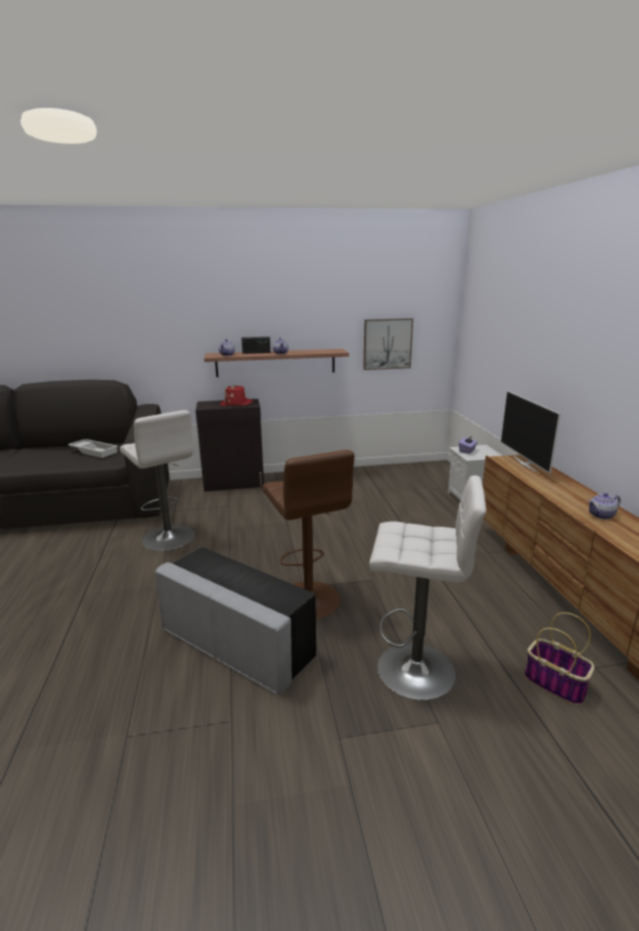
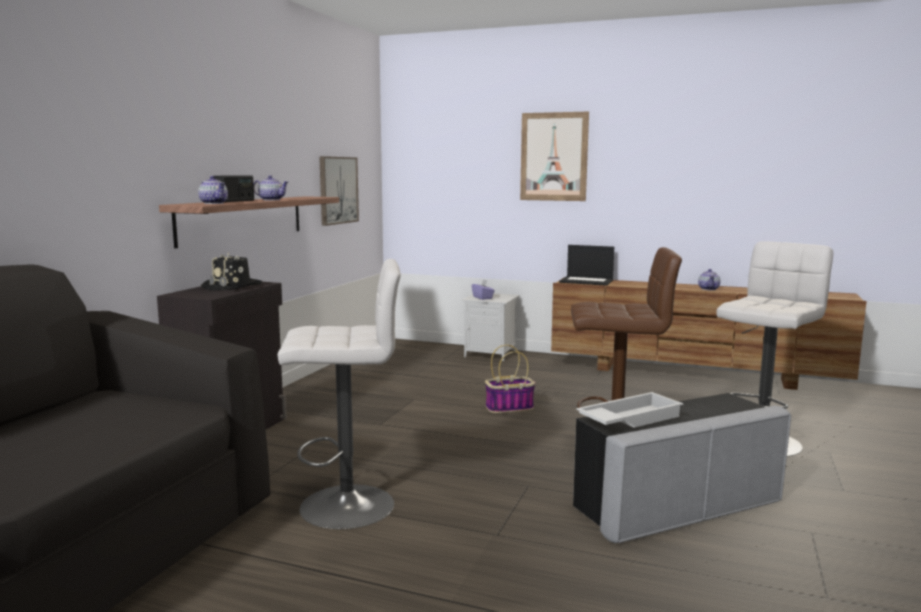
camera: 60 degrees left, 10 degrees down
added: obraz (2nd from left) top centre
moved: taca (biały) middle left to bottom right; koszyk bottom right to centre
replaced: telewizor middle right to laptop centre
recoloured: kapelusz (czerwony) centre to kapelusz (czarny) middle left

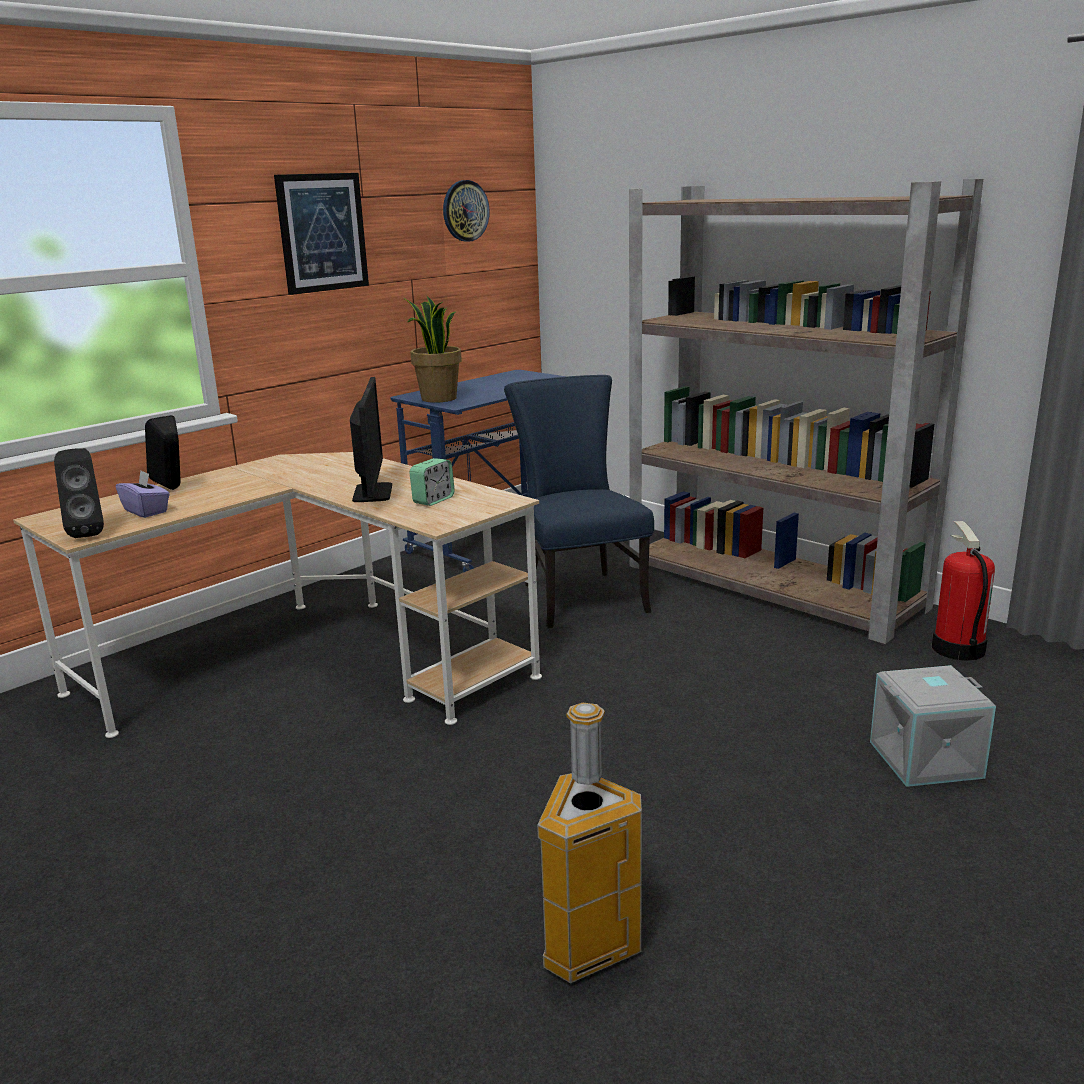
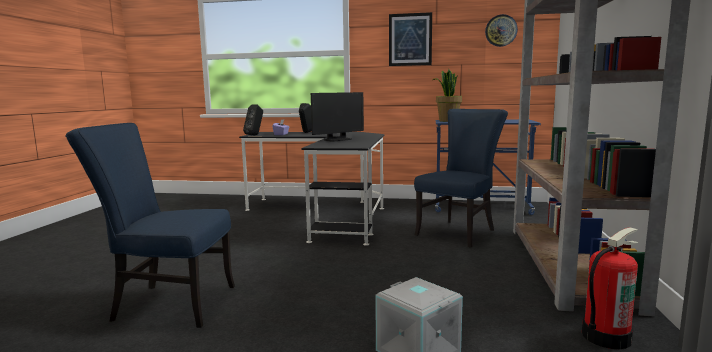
camera: 55 degrees right, 10 degrees down
removed: budzik centre
replaced: kosz na śmieci bottom centre to krzesło (niebieski) (1st from left) middle left
recoloured: biurko (beżowy) middle left to biurko (czarny) centre

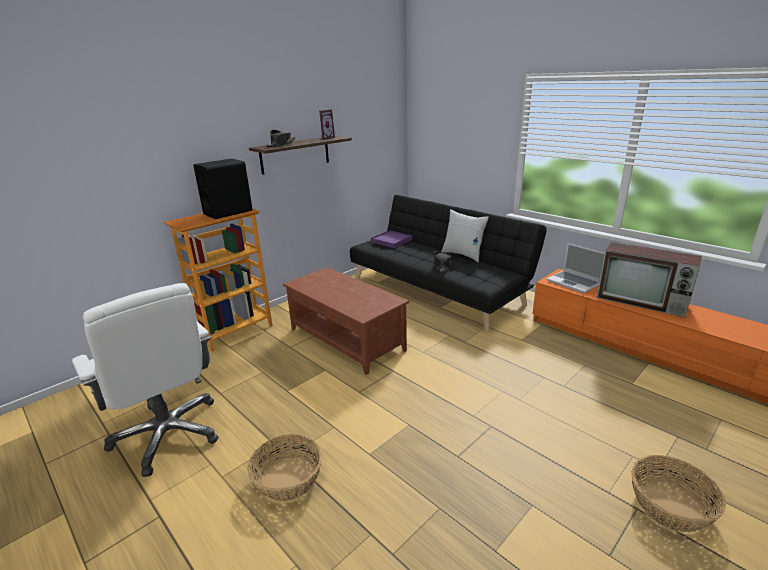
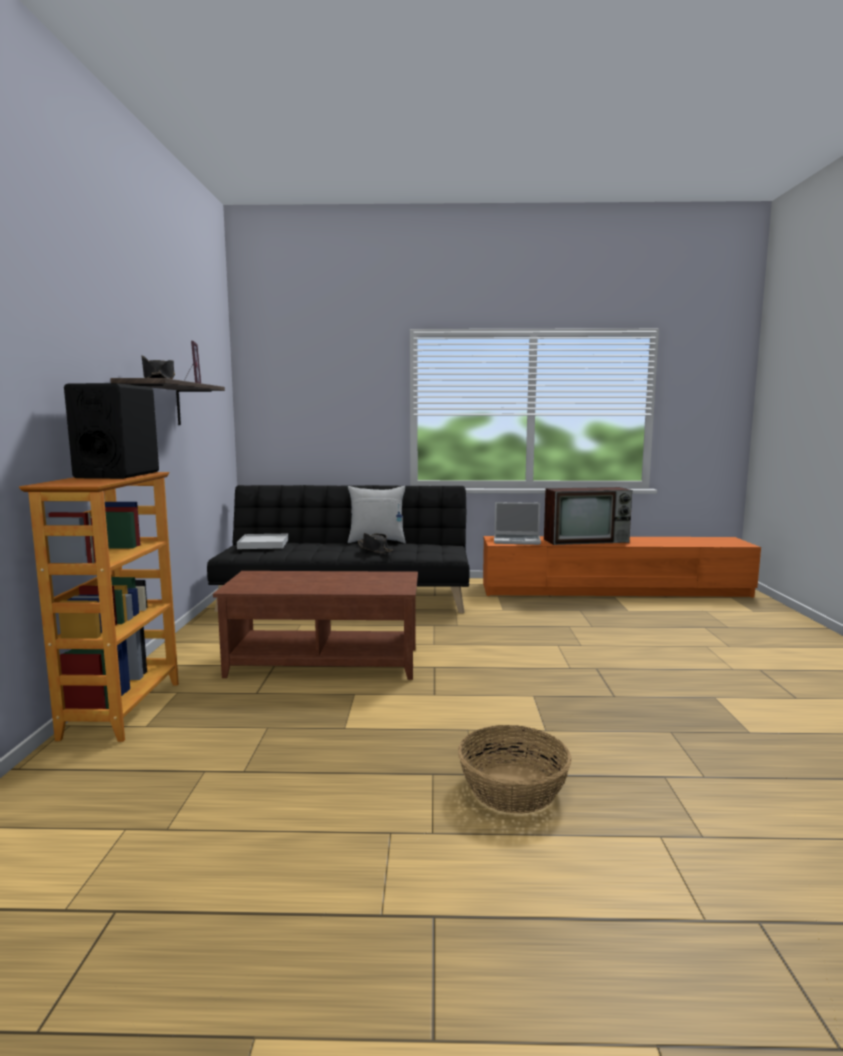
camera: 45 degrees left, 15 degrees down
removed: krzesło biurowe (biały) bottom left; koszyk (2nd from left) bottom right
recoloured: taca (fioletowy) centre to taca (biały) middle left

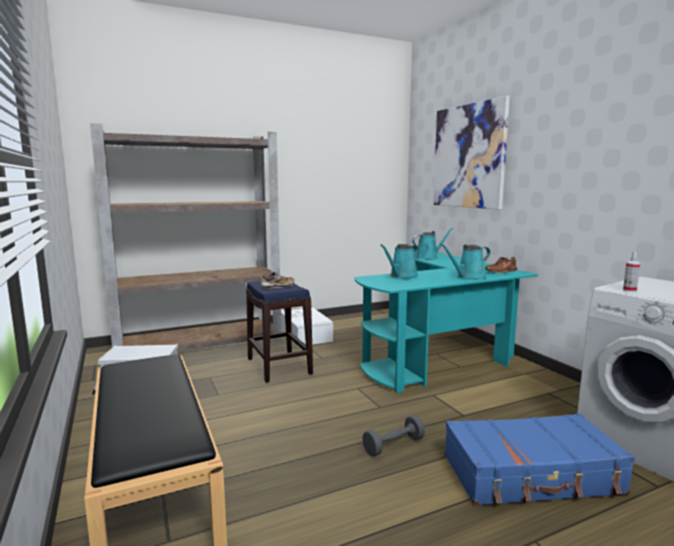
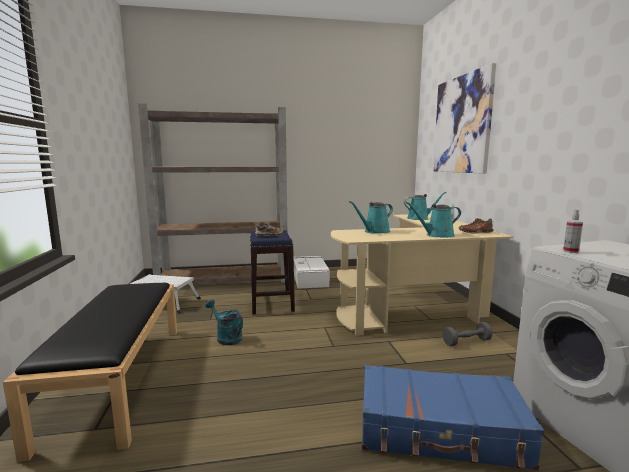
camera: 15 degrees right, 0 degrees up
added: konewka (turkusowy) (1st from left) bottom centre
moved: hantel (szary) bottom centre to bottom right
recoloured: biurko (turkusowy) centre to biurko (beżowy) middle right

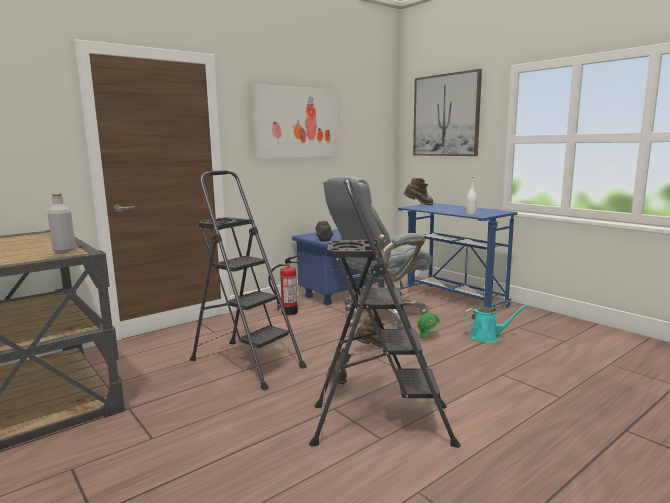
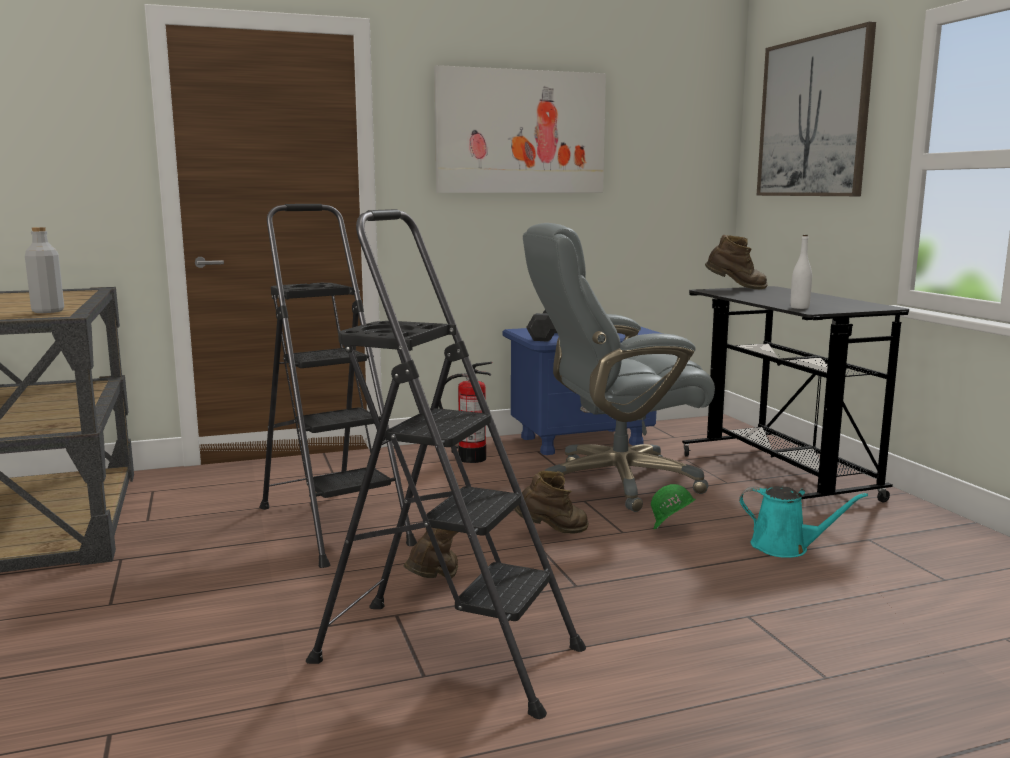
camera: 20 degrees right, 0 degrees up
recoloured: biurko (niebieski) middle right to biurko (czarny) middle right

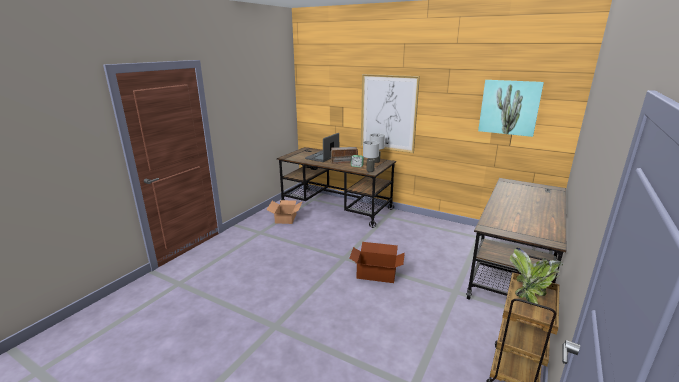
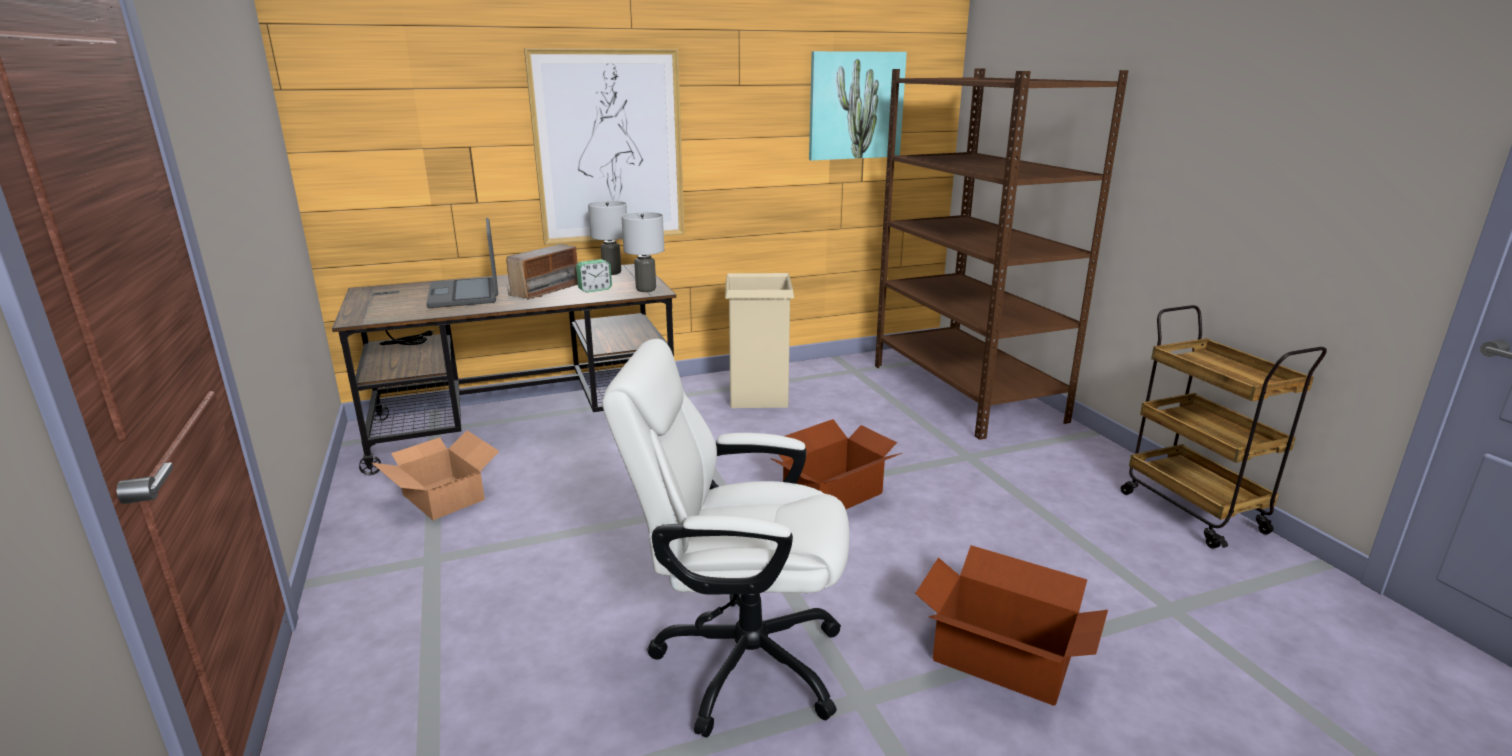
camera: 50 degrees left, 0 degrees up
removed: roślina doniczkowa bottom right
added: krzesło biurowe (biały) bottom centre; kosz na śmieci (beżowy) centre; karton (3rd from left) bottom right
replaced: biurko (brązowy) (2nd from left) middle right to regał (brązowy) centre

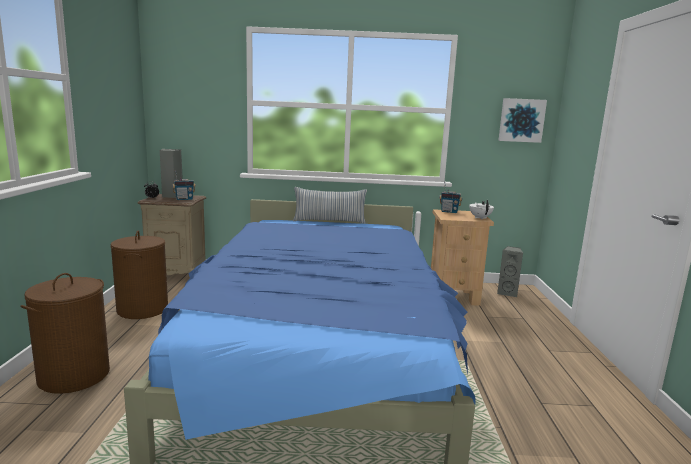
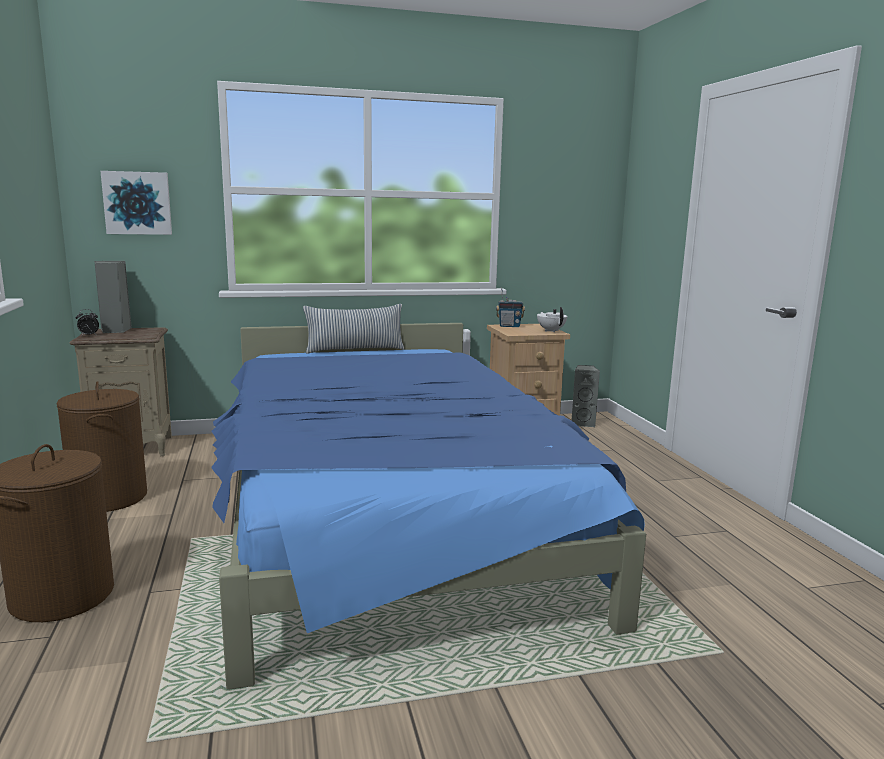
camera: 15 degrees left, 0 degrees up
removed: radio (1st from left) middle left
moved: obraz top right to top left

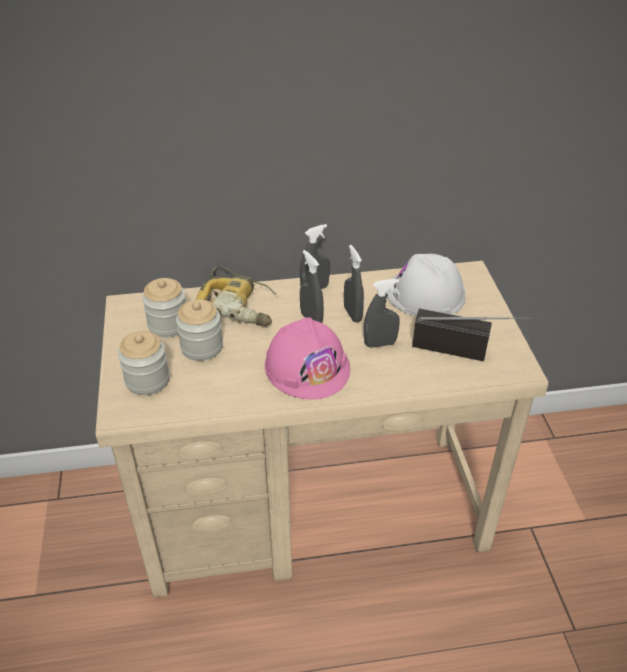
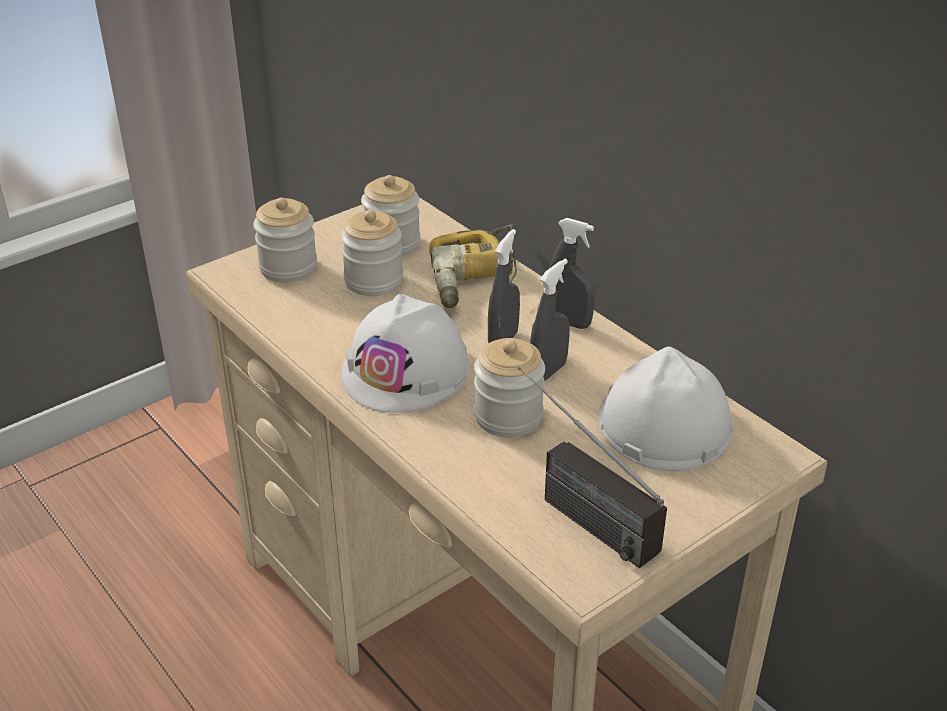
camera: 60 degrees right, 5 degrees down
replaced: spryskiwacz (szary) (4th from left) centre to słoik (4th from left) centre
recoloured: kask (różowy) centre to kask (biały) (1st from left) centre
turned: radio middle right = centre 150 degrees clockwise

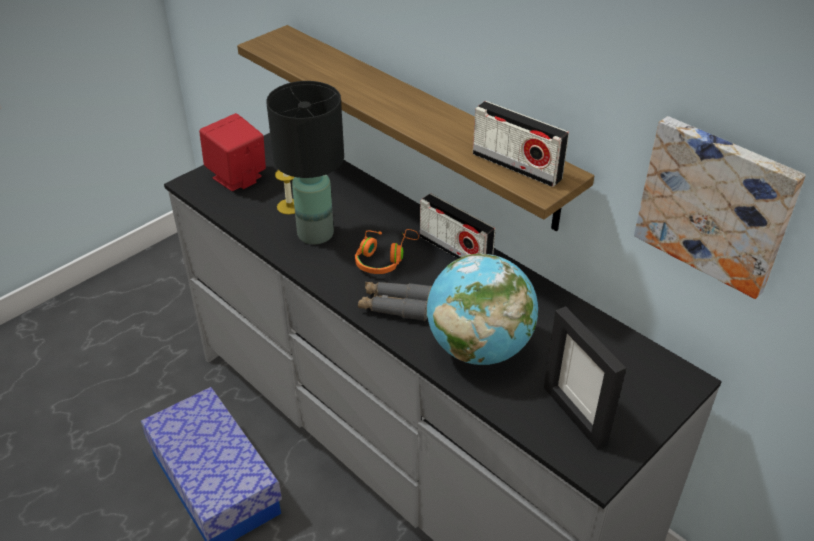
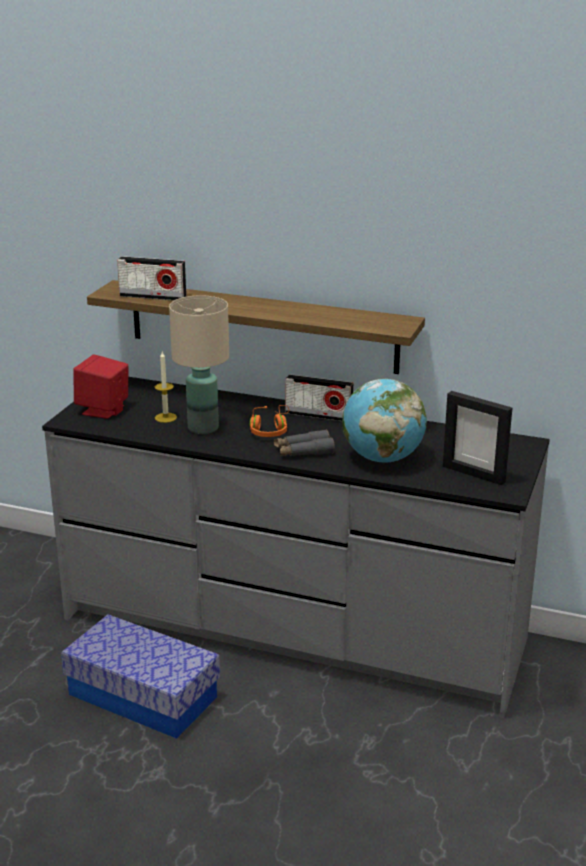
camera: 25 degrees left, 15 degrees down
removed: obraz middle right
moved: radio (2nd from left in the first image) top centre to radio (1st from left) top left
recoloured: lampa stołowa (czarny) top centre to lampa stołowa (beżowy) centre

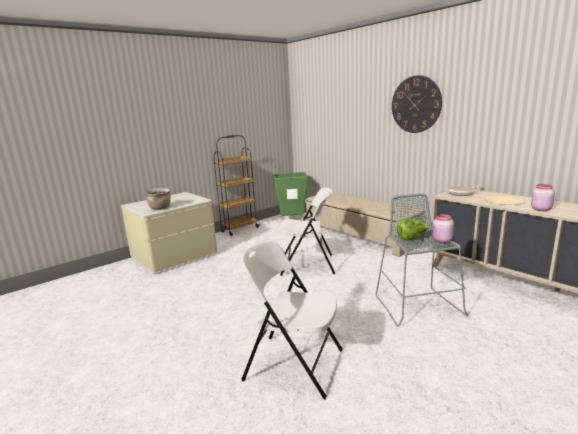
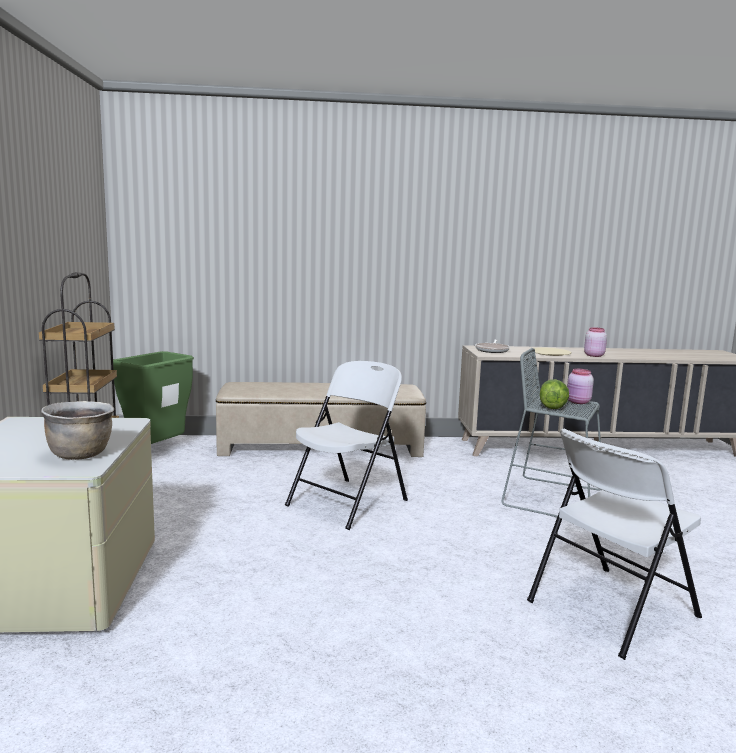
camera: 55 degrees left, 5 degrees down
removed: zegar ścienny top right

